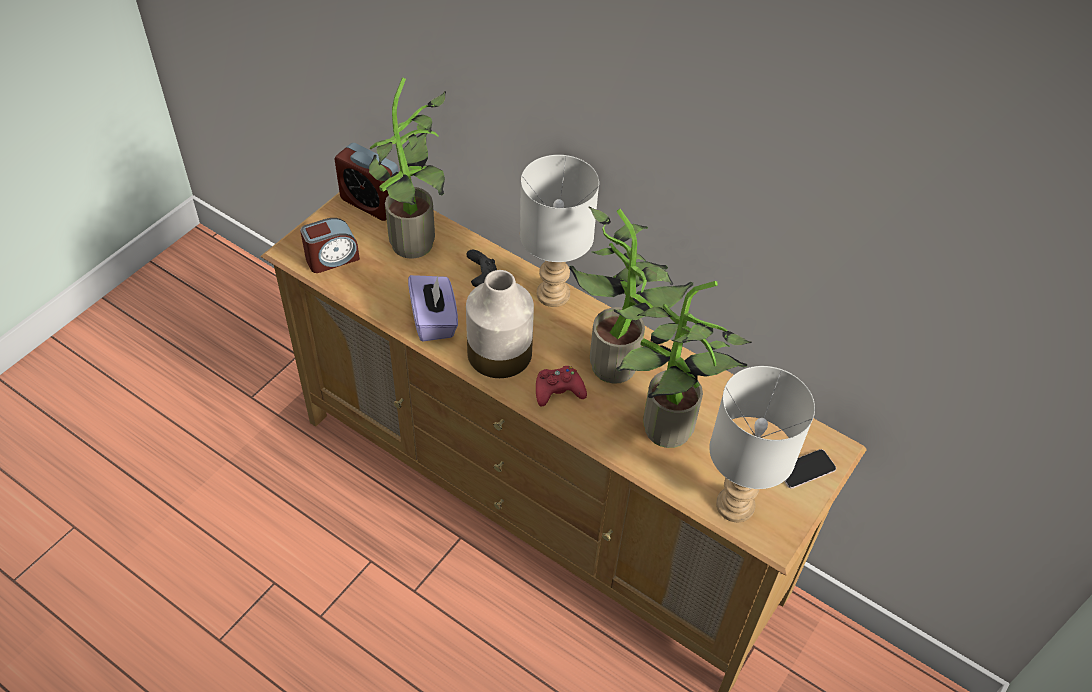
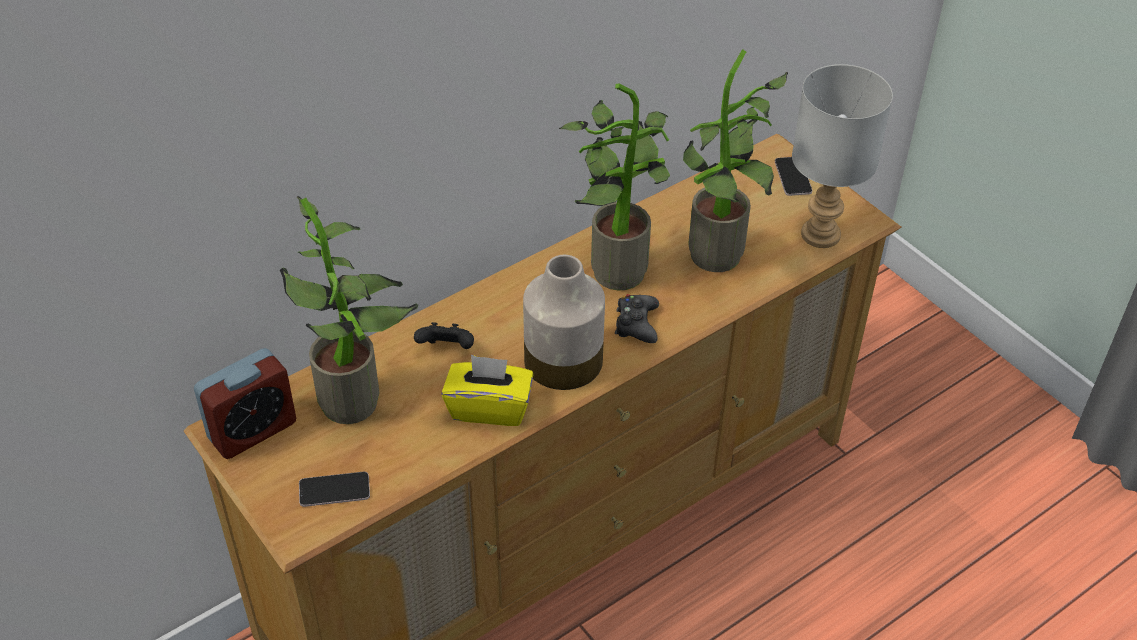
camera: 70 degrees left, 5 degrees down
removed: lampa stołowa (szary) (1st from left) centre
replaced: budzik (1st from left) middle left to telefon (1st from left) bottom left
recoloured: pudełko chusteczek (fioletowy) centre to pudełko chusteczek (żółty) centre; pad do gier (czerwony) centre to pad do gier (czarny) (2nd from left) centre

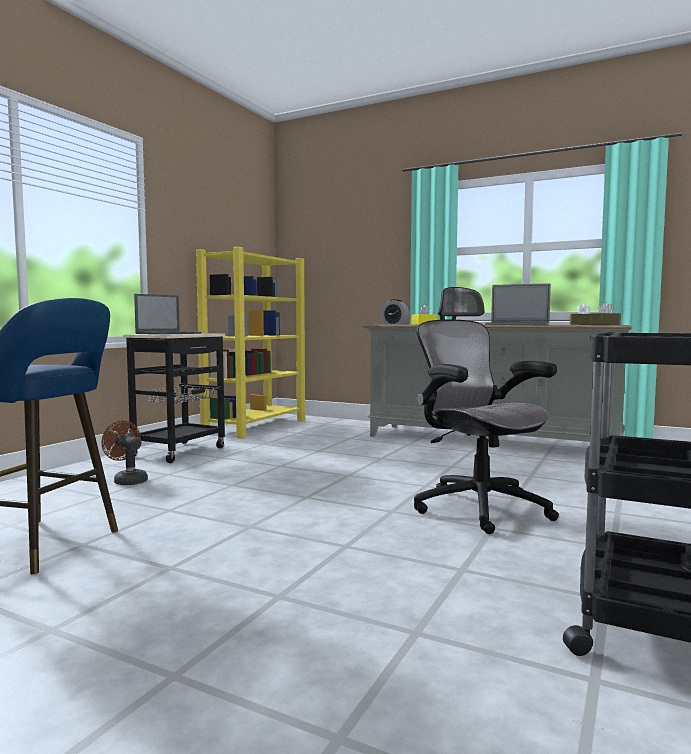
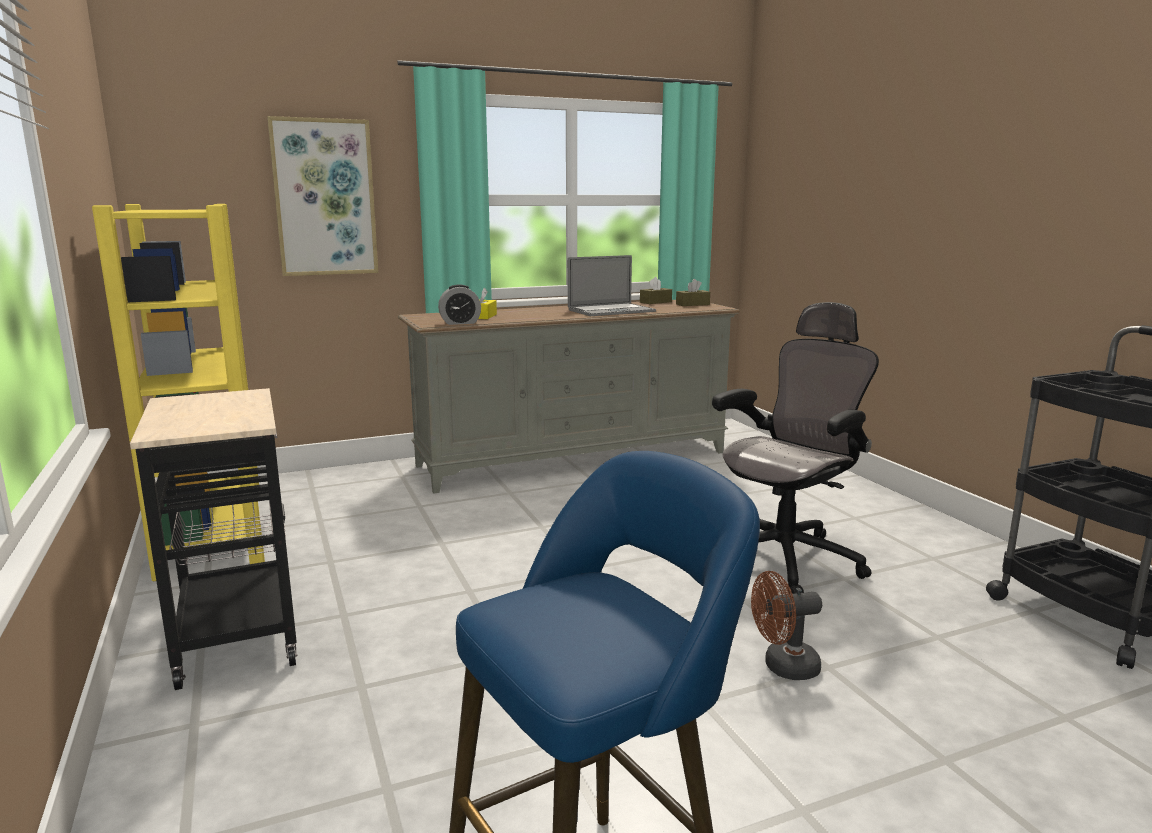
camera: 50 degrees left, 10 degrees up
removed: laptop (1st from left) middle left
added: obraz top left
moved: wentylator (brązowy) middle left to bottom right
turned: krzesło biurowe middle right = middle right 120 degrees clockwise

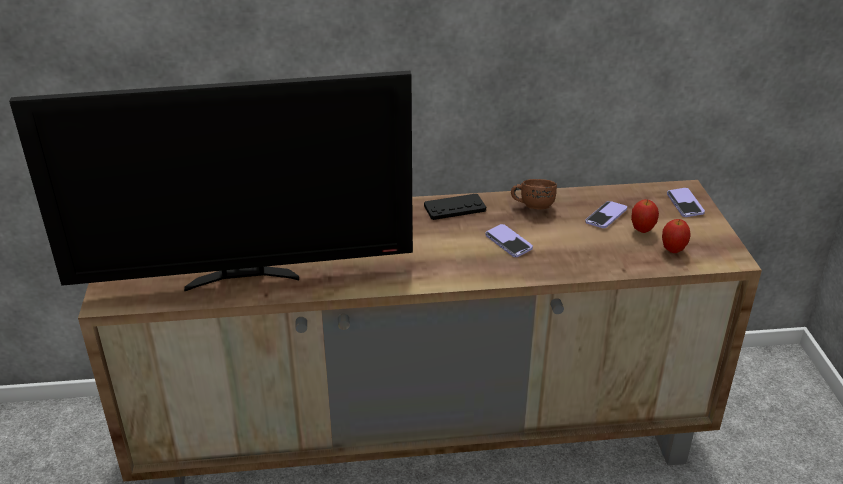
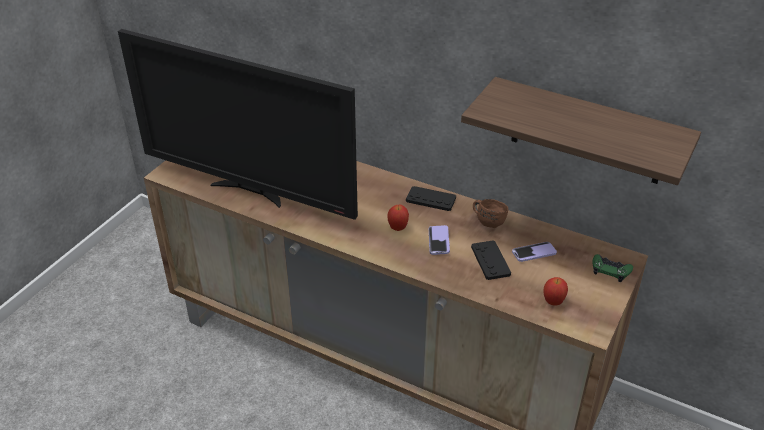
camera: 35 degrees right, 5 degrees up
added: półka top right; pad do gier (czarny) (2nd from left) centre
moved: jabłko (1st from left) middle right to centre
replaced: telefon (3rd from left) middle right to pad do gier (zielony) middle right

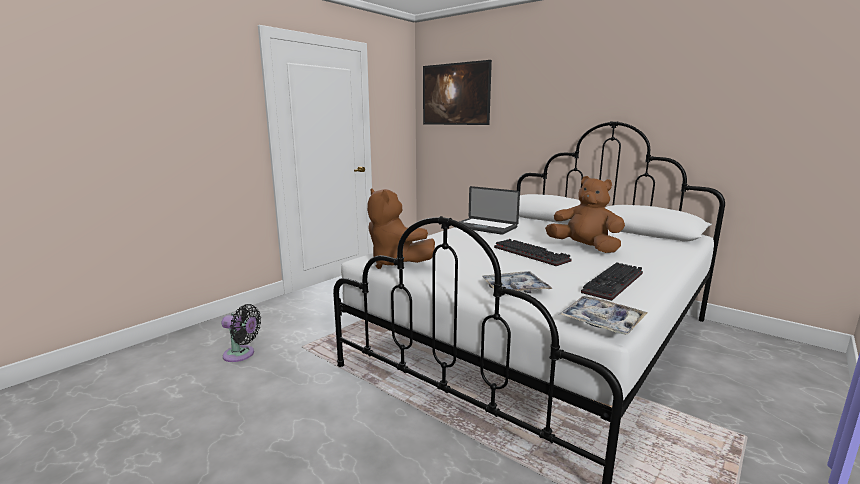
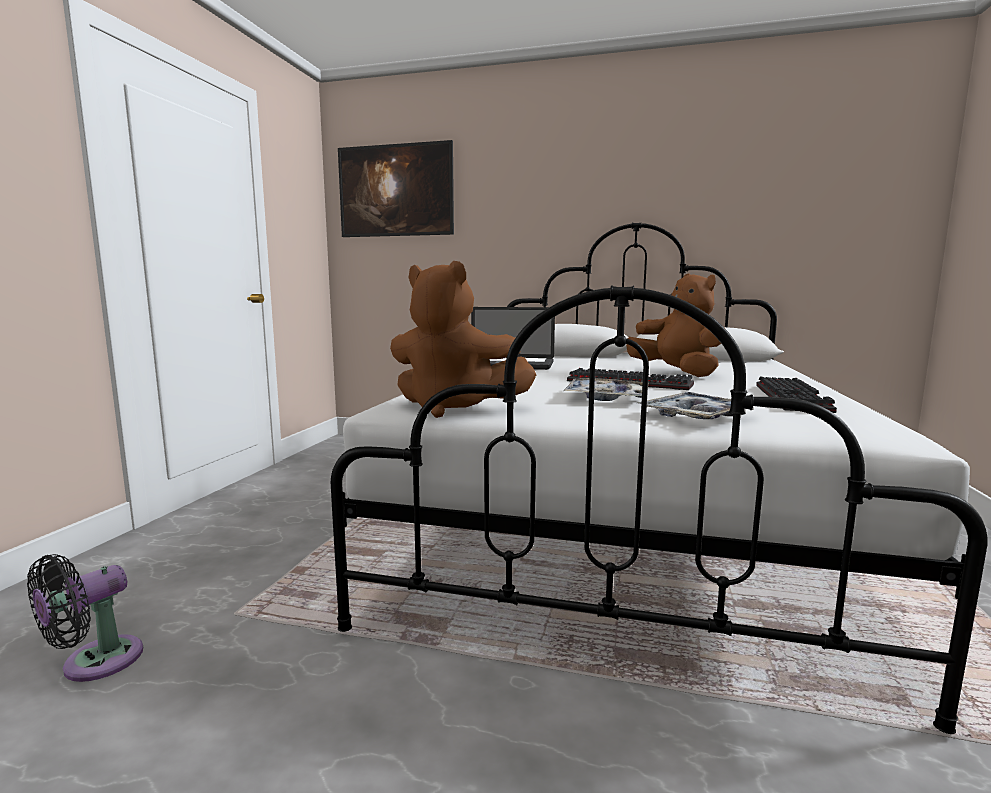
camera: 25 degrees left, 5 degrees down
moved: taca (2nd from left in the first image) middle right to taca (1st from left) centre
turned: wentylator (czarny) bottom left = bottom left 135 degrees clockwise; pluszak (brązowy) (2nd from left) middle right = middle right 45 degrees clockwise

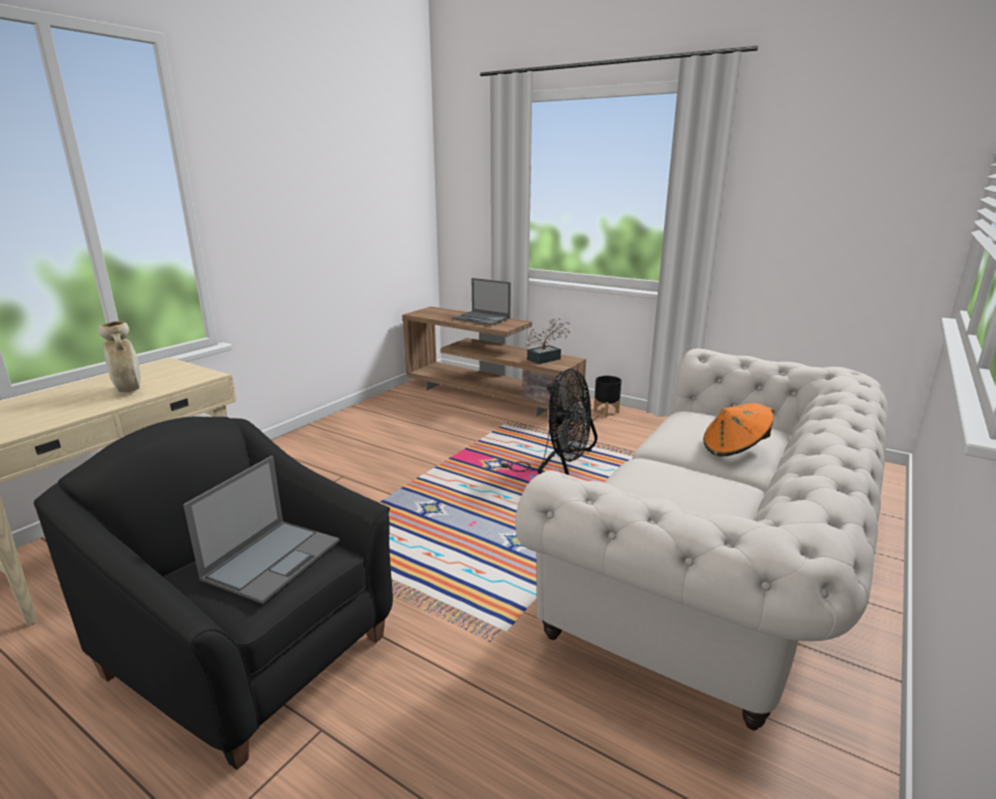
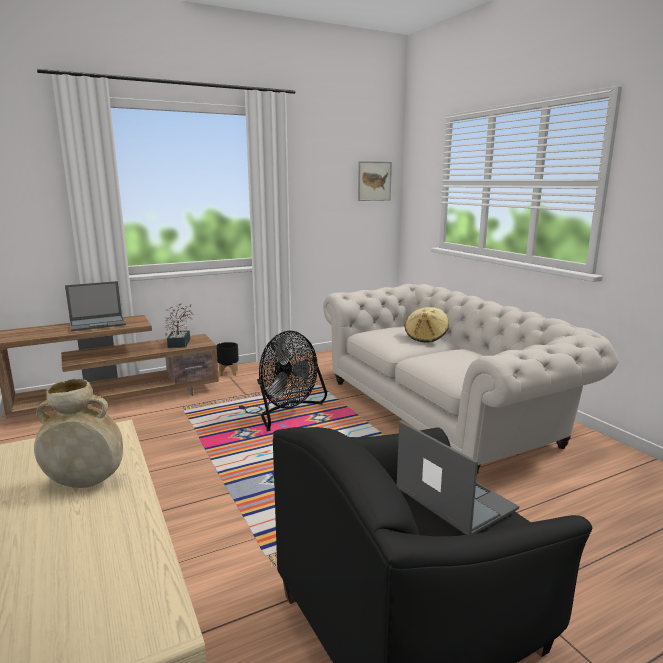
camera: 60 degrees left, 5 degrees down
added: obraz top centre
recoloured: kapelusz (pomarańczowy) middle right to kapelusz (beżowy) centre
turned: wentylator (czarny) centre = centre 75 degrees clockwise

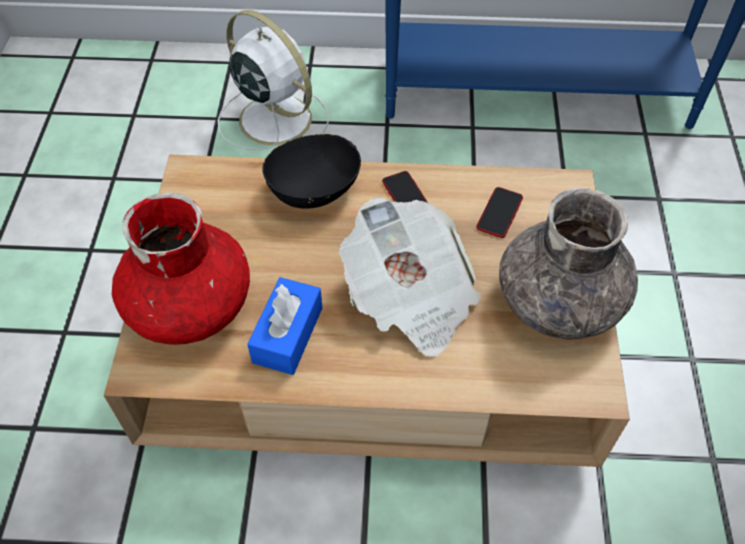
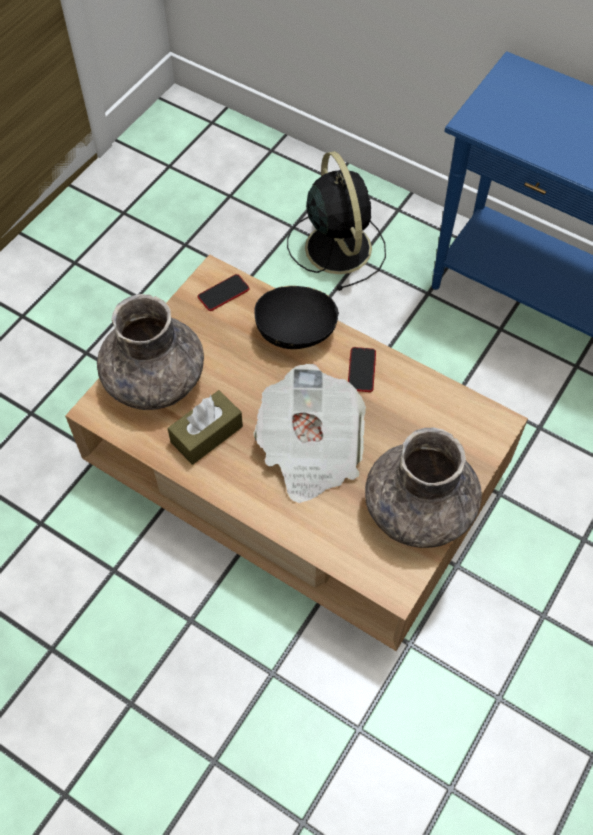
camera: 30 degrees right, 5 degrees up
moved: telefon (2nd from left in the first image) middle right to telefon (1st from left) centre
recoloured: wazon (czerwony) middle left to wazon (szary) (1st from left) middle left; wentylator (biały) top centre to wentylator (czarny) top centre; pudełko chusteczek (niebieski) centre to pudełko chusteczek (brązowy) centre

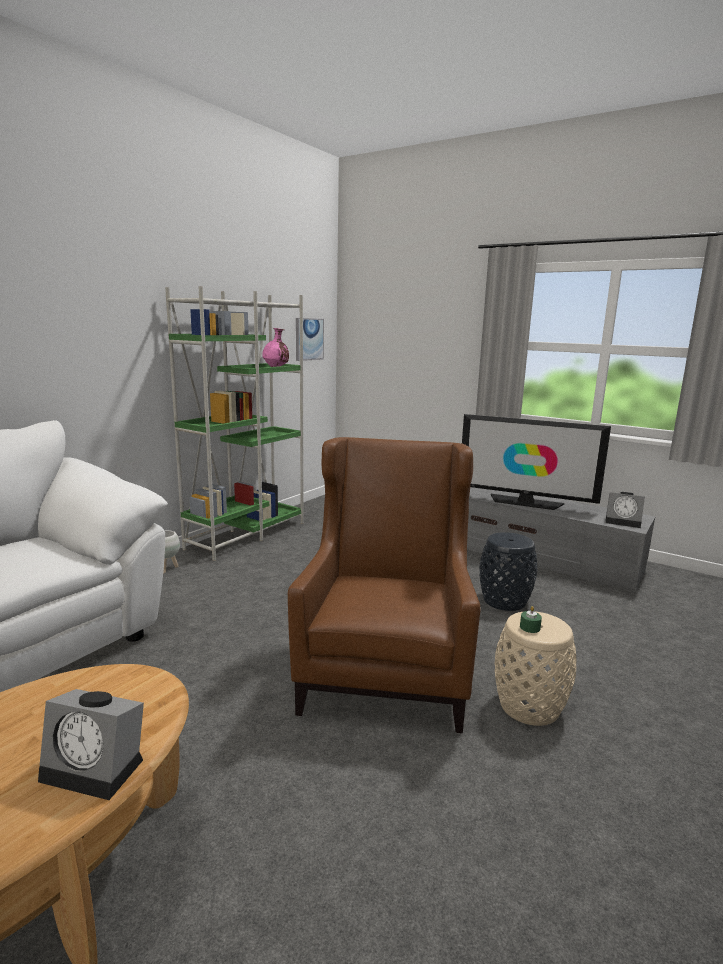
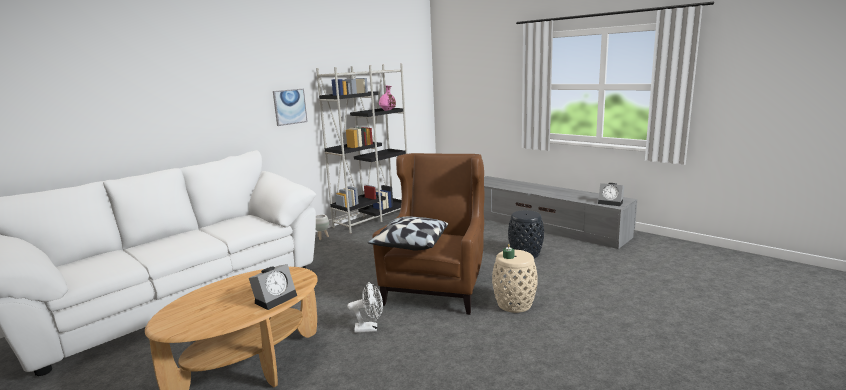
camera: 10 degrees right, 0 degrees up
removed: telewizor middle right
added: wentylator (biały) bottom centre; poduszka centre
moved: obraz centre to top centre
recoloured: regał (zielony) middle left to regał (czarny) centre
turned: budzik (1st from left) bottom left = bottom left 75 degrees counterclockwise

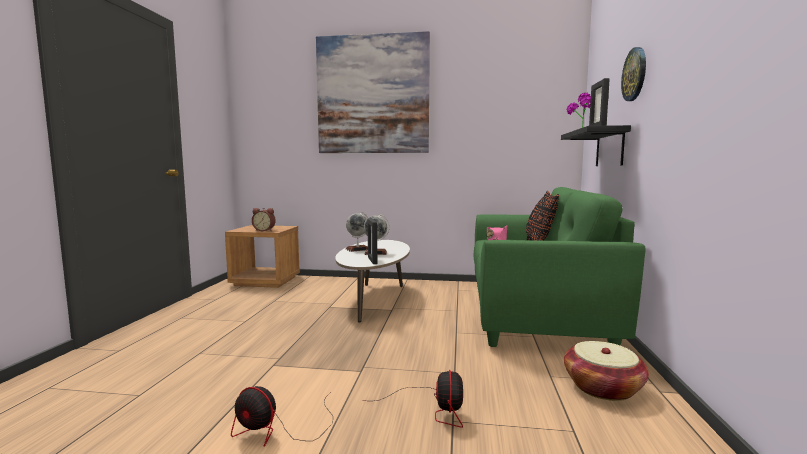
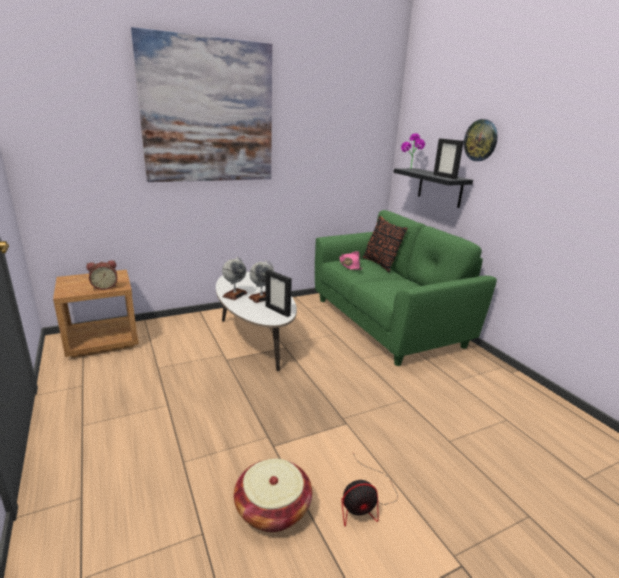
camera: 35 degrees left, 15 degrees up
removed: wentylator (2nd from left) bottom centre
moved: koszyk bottom right to bottom centre

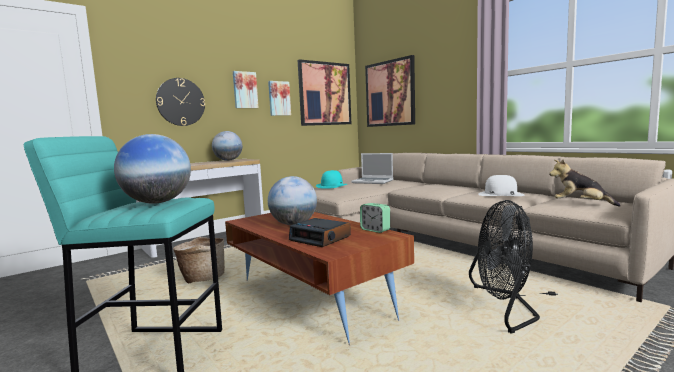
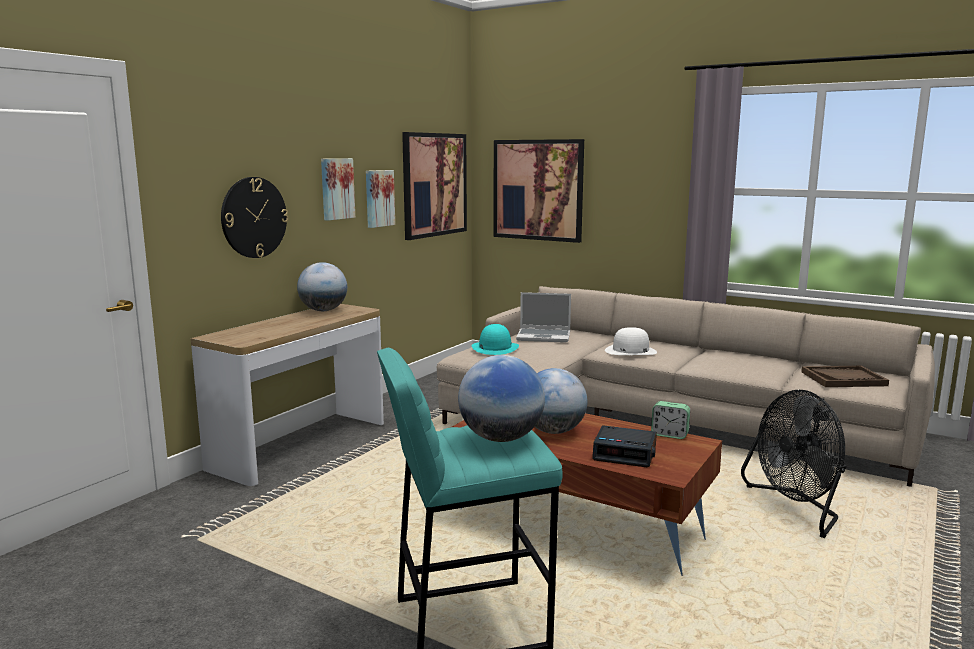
camera: 20 degrees left, 5 degrees up
removed: koszyk bottom left
moved: kapelusz (biały) middle right to centre
replaced: pluszak middle right to taca (brązowy) middle right

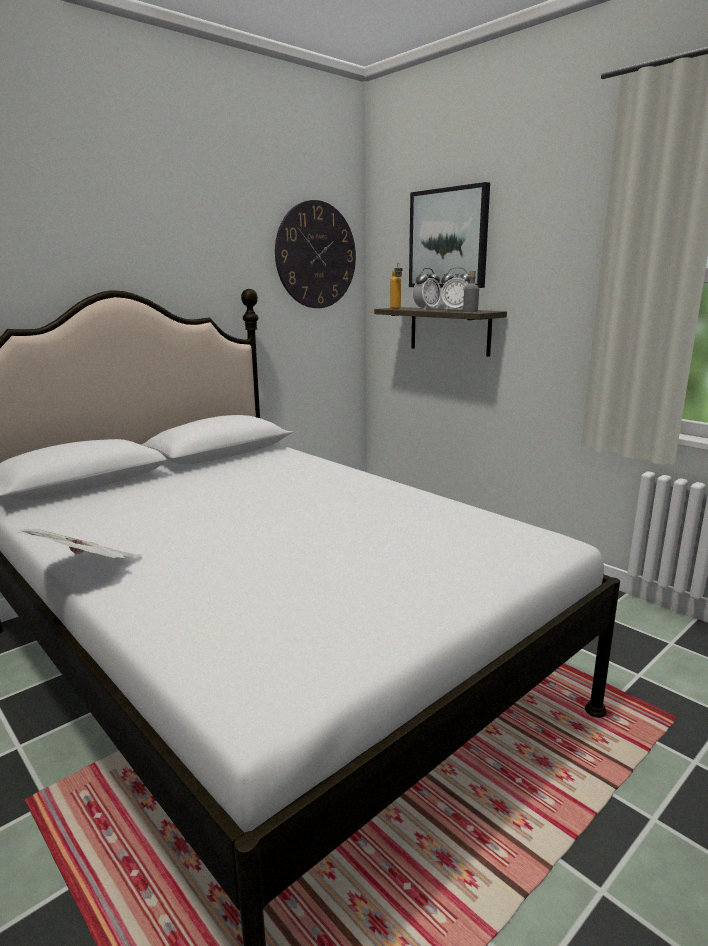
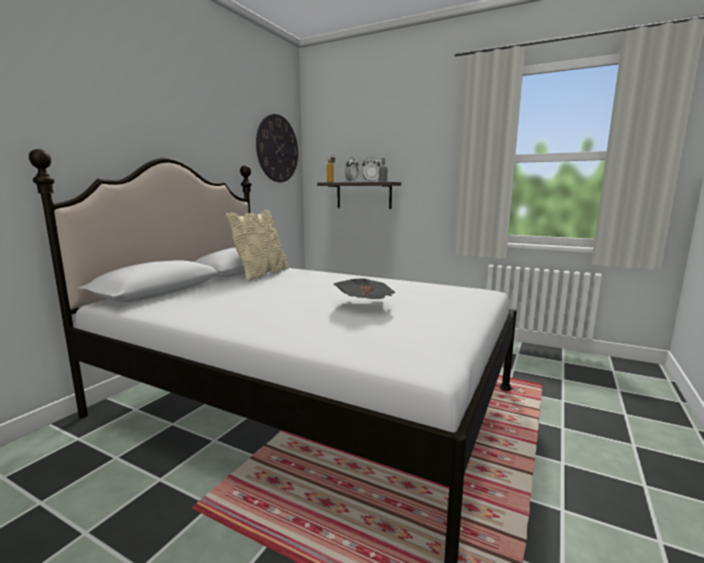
camera: 20 degrees left, 5 degrees down
removed: obraz top centre
added: poduszka (beżowy) centre
moved: gazeta middle left to centre

